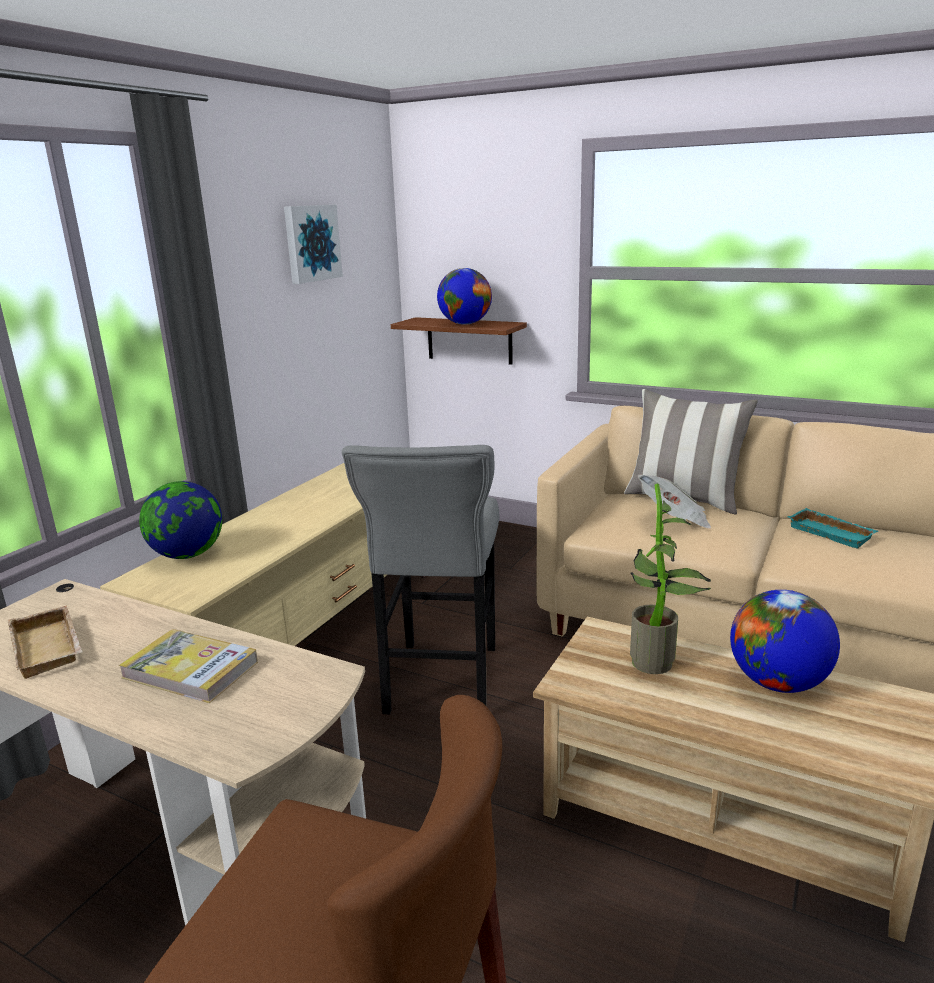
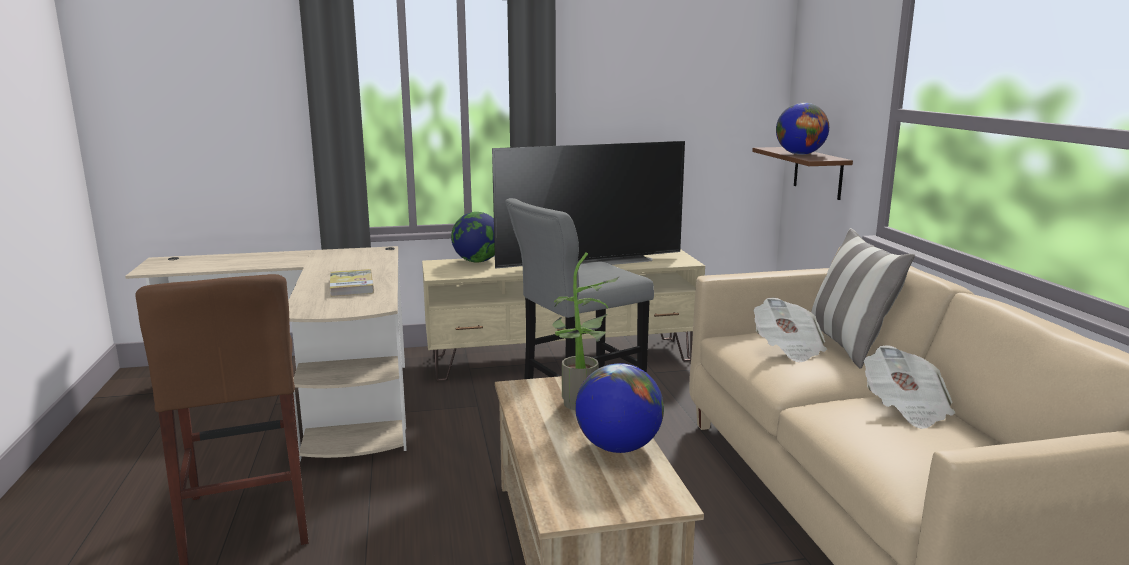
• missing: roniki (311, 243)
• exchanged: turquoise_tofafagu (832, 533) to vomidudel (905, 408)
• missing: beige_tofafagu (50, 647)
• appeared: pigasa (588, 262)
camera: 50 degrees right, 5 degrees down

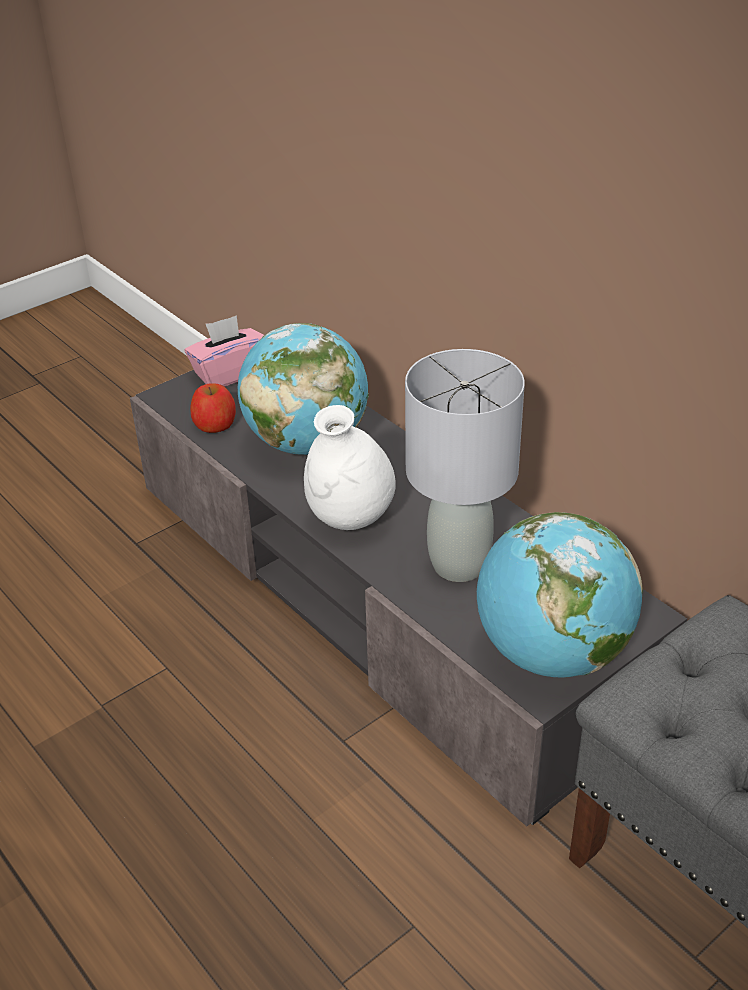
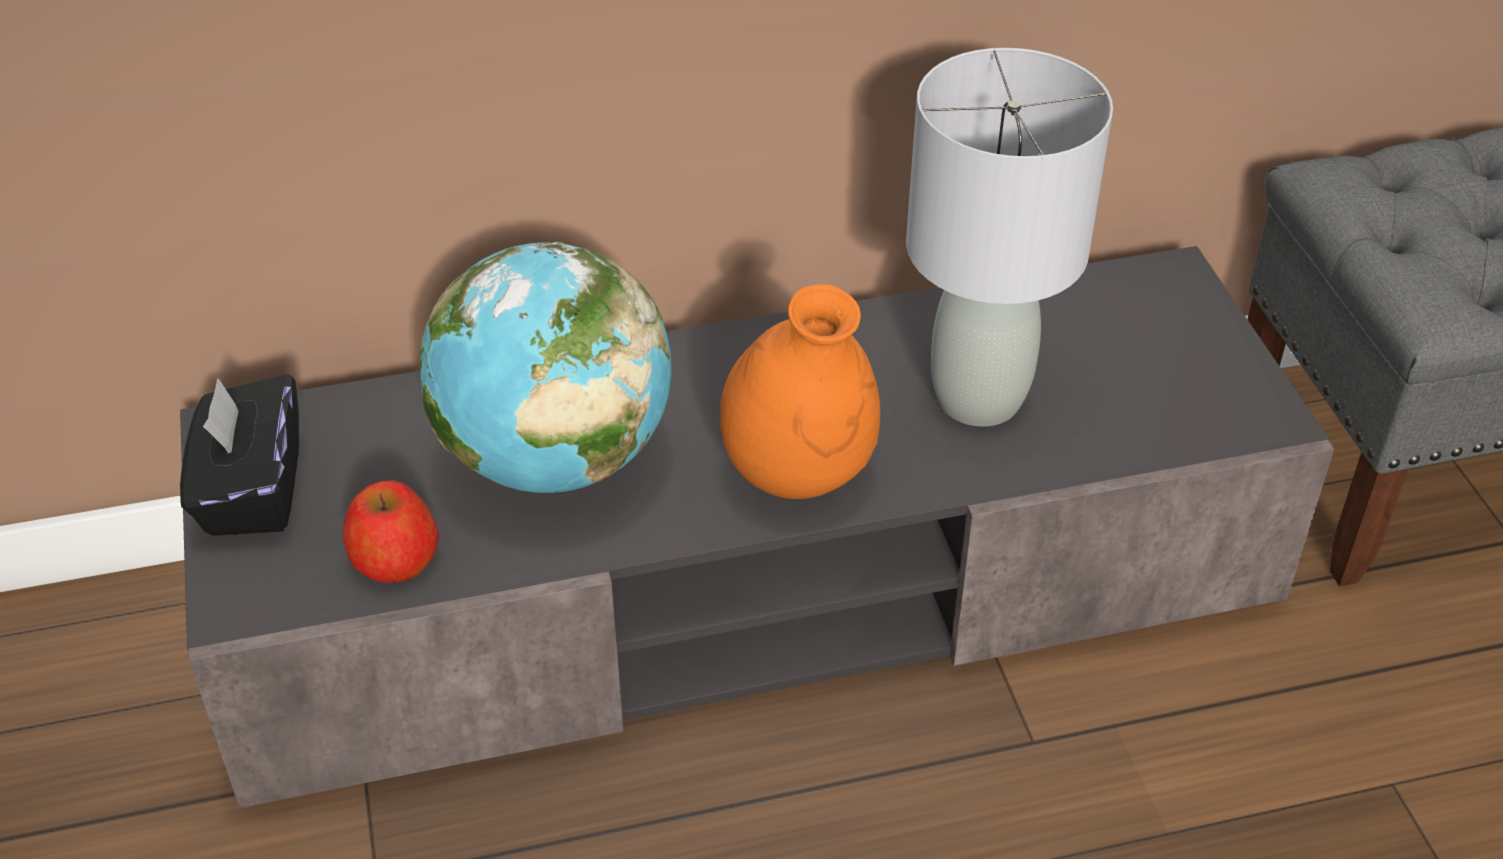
• colour: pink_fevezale (230, 373) to black_fevezale (252, 490)
• colour: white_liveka (350, 519) to orange_liveka (798, 475)
• missing: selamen (551, 653)
camera: 65 degrees left, 5 degrees up

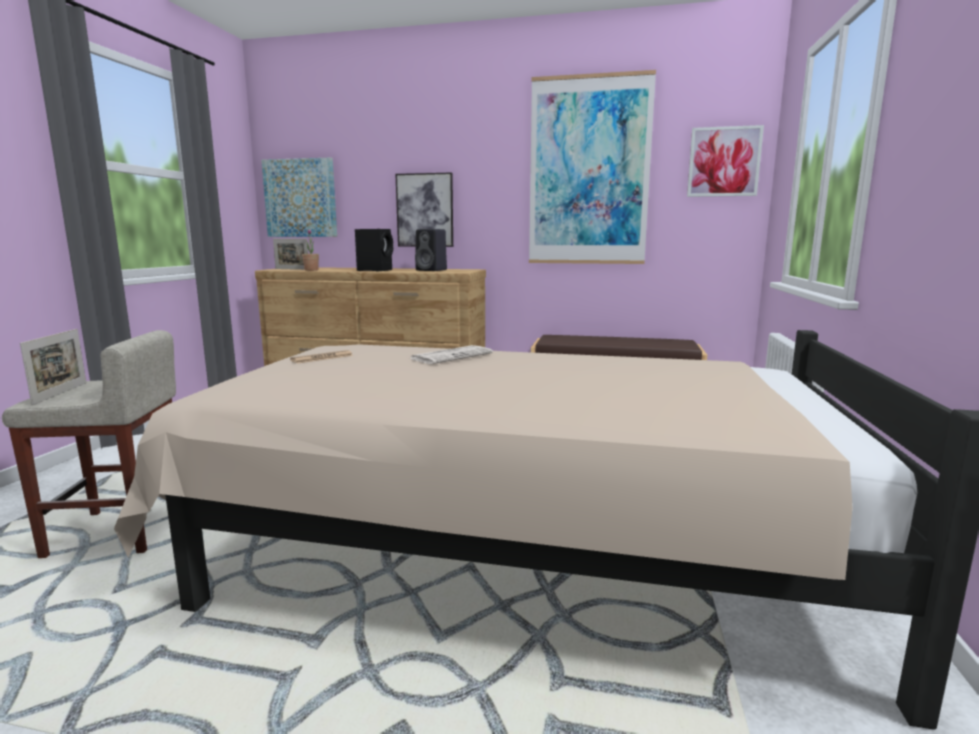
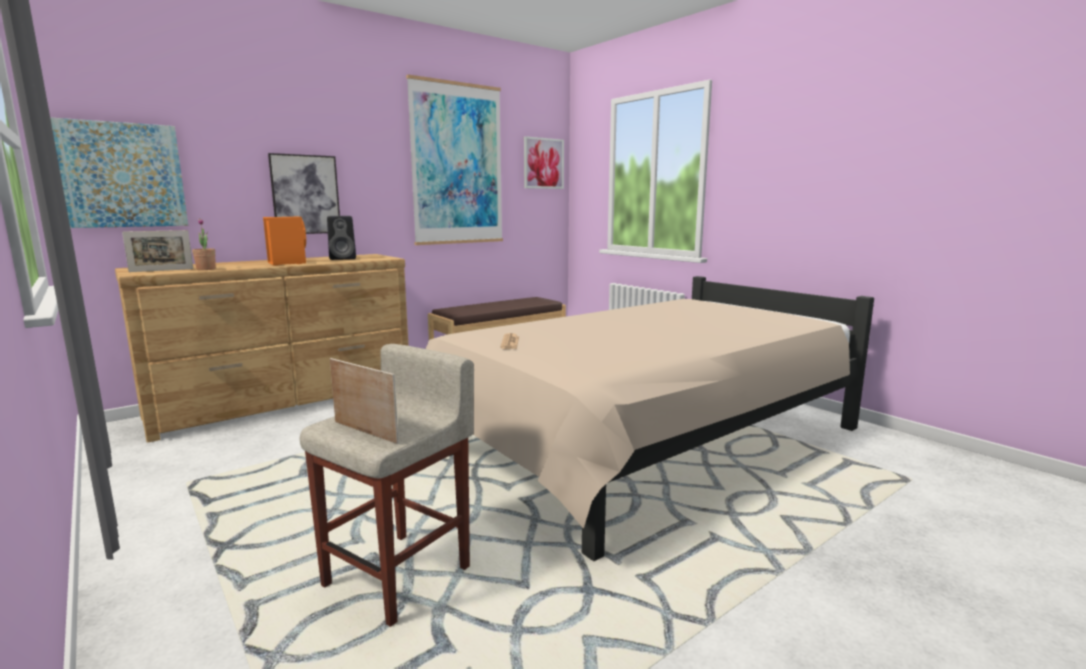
• colour: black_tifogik (375, 270) to orange_tifogik (287, 263)
• missing: vomidudel (452, 356)
camera: 50 degrees left, 0 degrees up

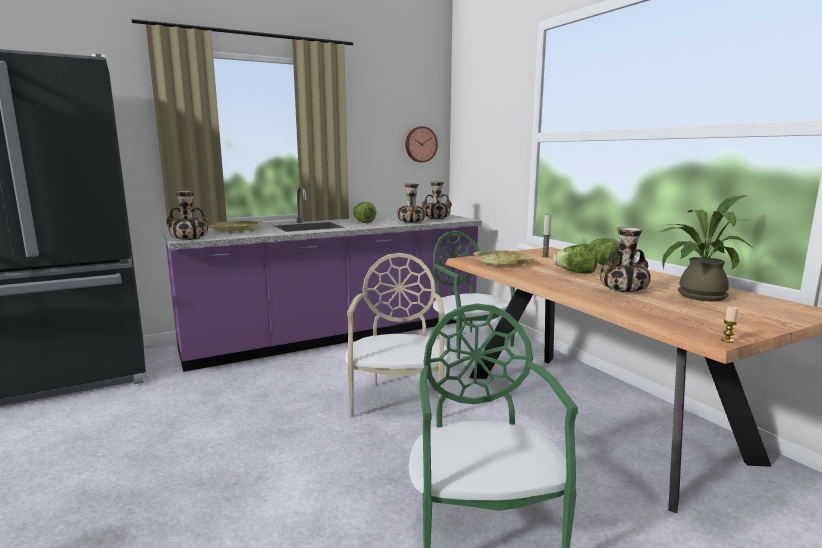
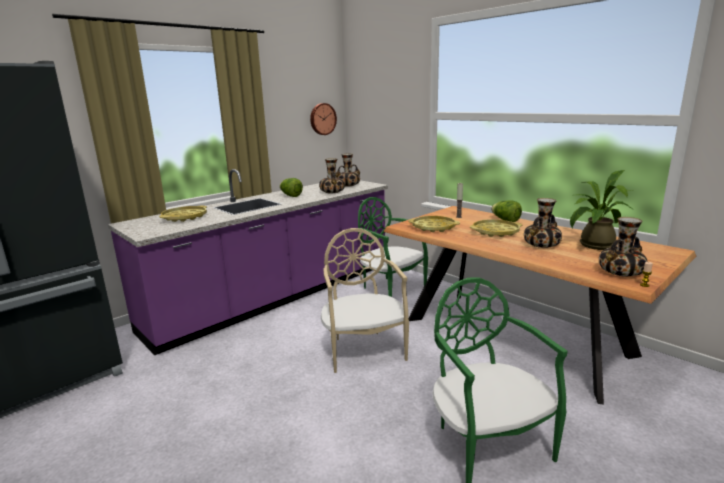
• relocated: liveka (190, 238) to (621, 272)
• exchanged: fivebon (576, 273) to yellow_tofafagu (495, 232)
camera: 15 degrees left, 5 degrees up

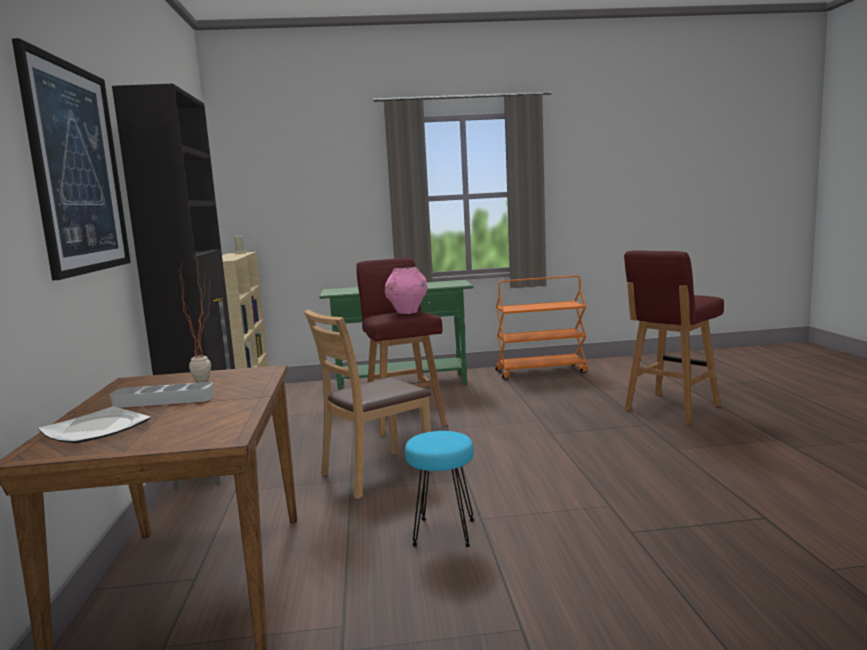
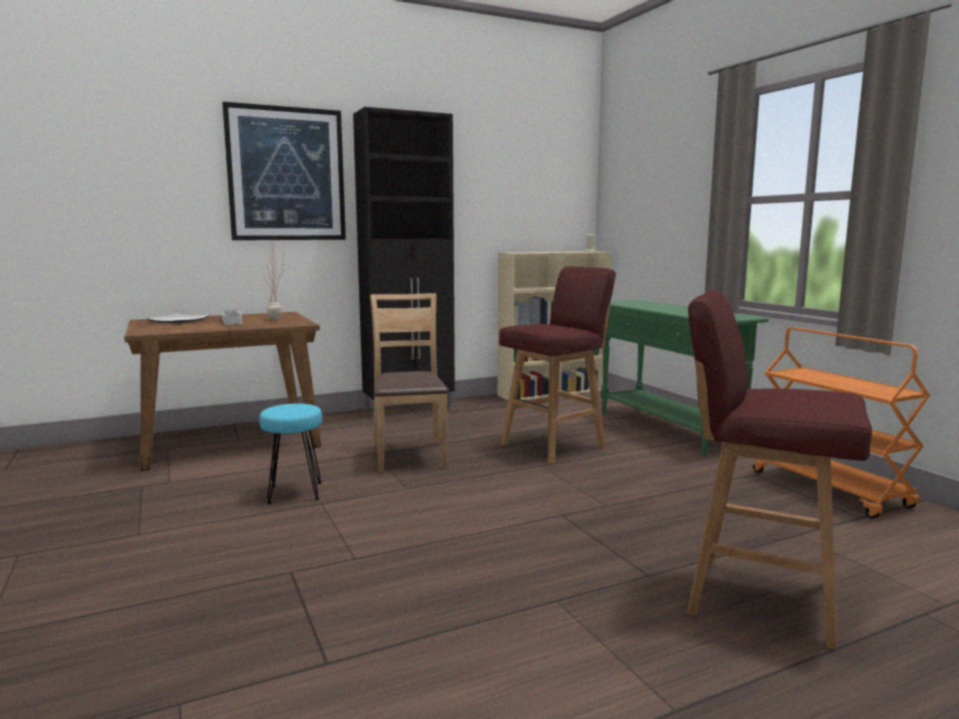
• missing: pink_liveka (407, 312)
• spun: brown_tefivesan (375, 473) = (409, 455) 45 degrees clockwise
camera: 70 degrees right, 0 degrees up

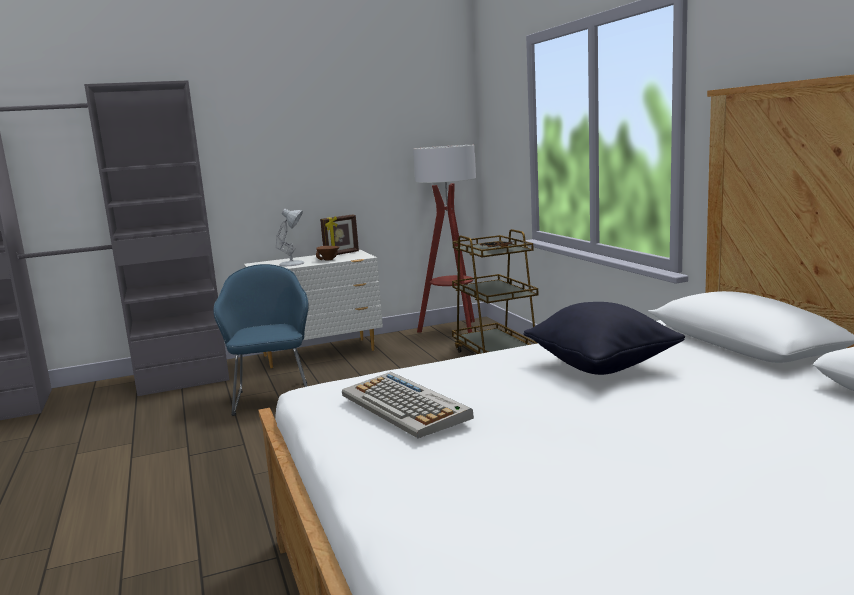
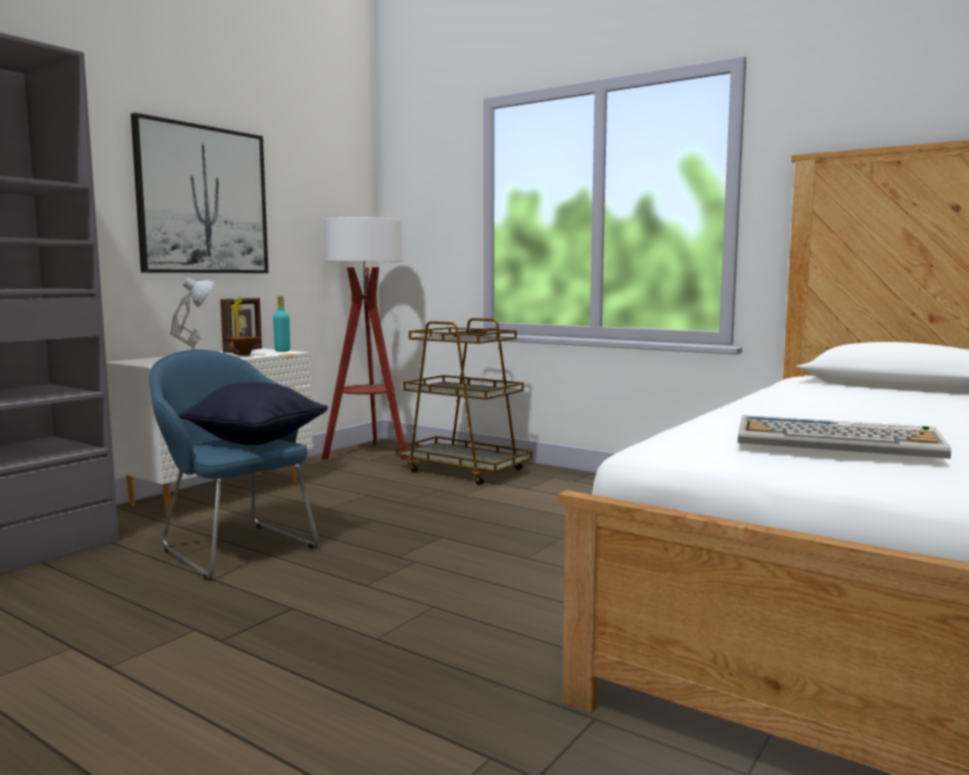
• relocated: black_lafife (601, 366) to (256, 441)
• appeared: roniki (203, 200)
• appeared: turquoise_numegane (282, 351)
camera: 35 degrees left, 5 degrees down

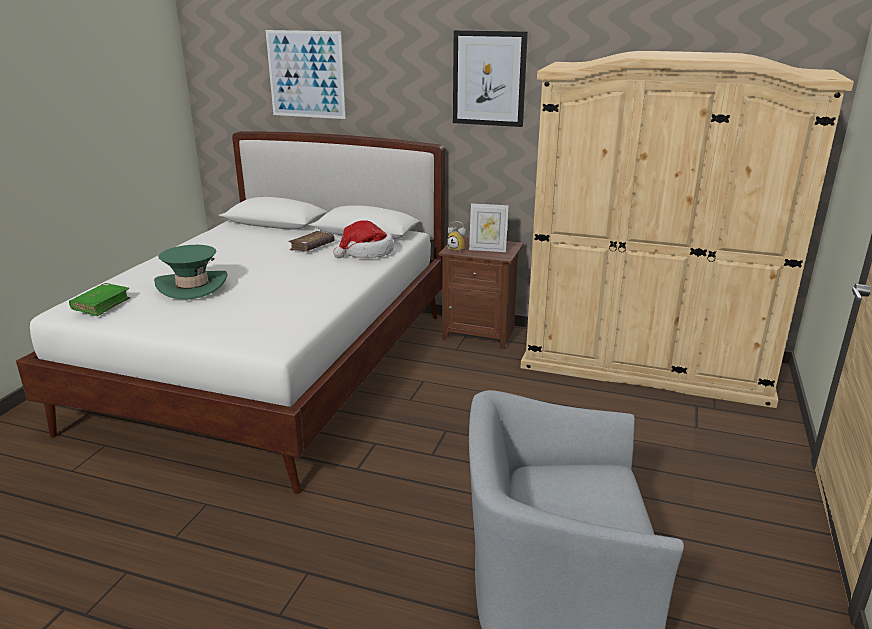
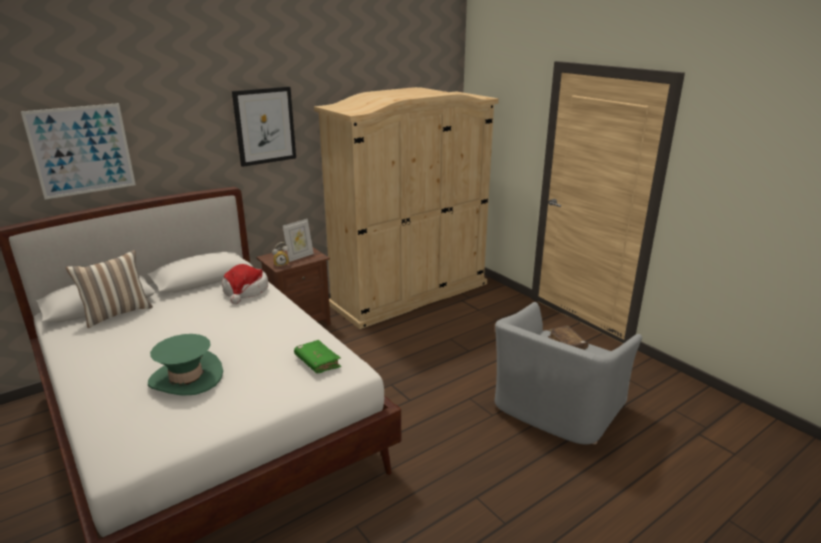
• relocated: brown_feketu (312, 247) to (567, 344)
• relocated: green_feketu (101, 305) to (317, 362)
• appeared: lafife (117, 313)
camera: 55 degrees left, 0 degrees up

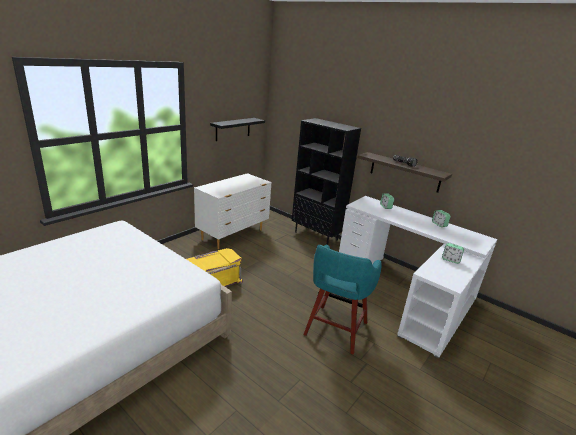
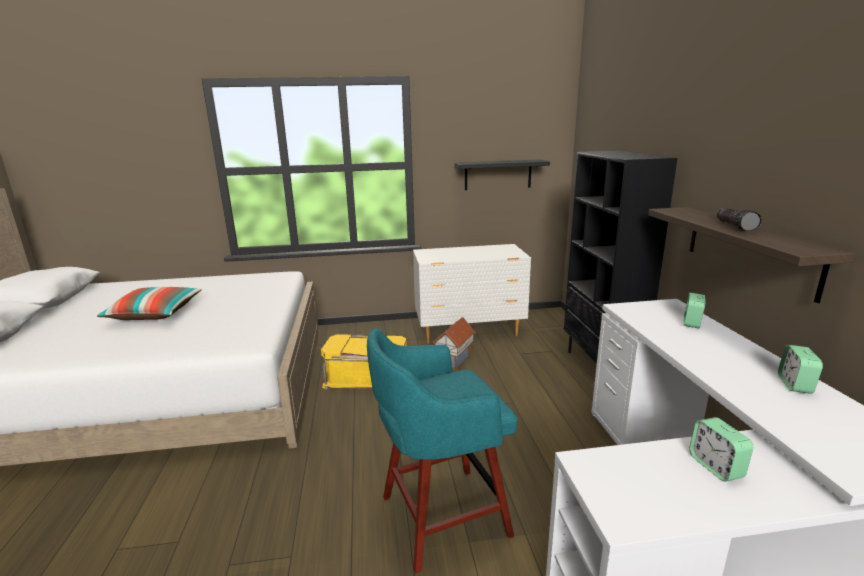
• appeared: lafife (155, 314)
• appeared: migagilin (455, 358)
camera: 45 degrees right, 5 degrees down

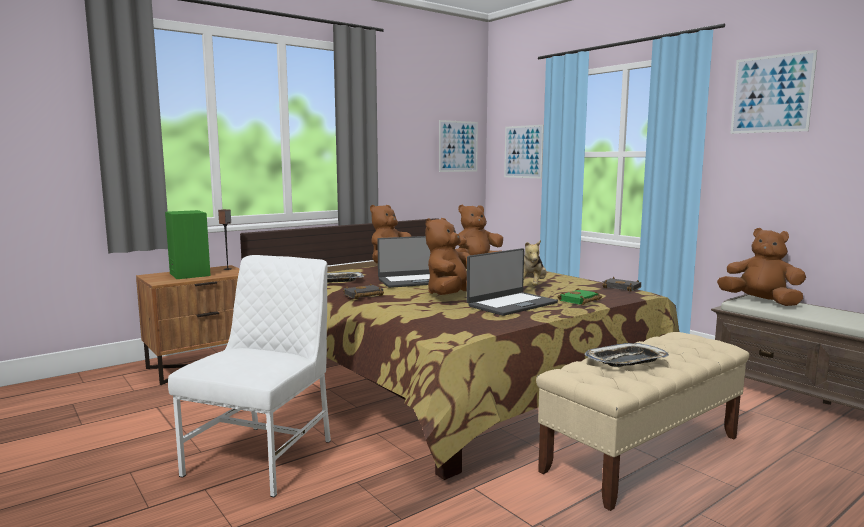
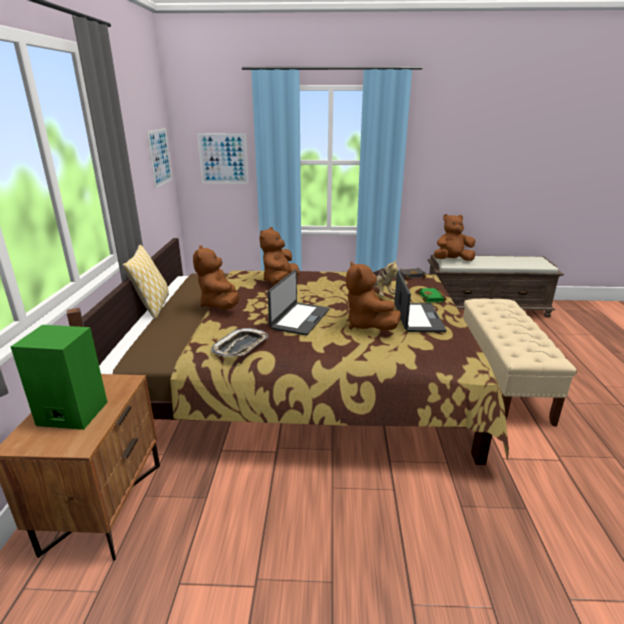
• missing: roniki (771, 94)
• missing: white_tefivesan (263, 457)
• missing: black_feketu (363, 295)
• missing: tofafagu (626, 361)
• appeared: lafife (153, 307)
camera: 50 degrees left, 15 degrees up

